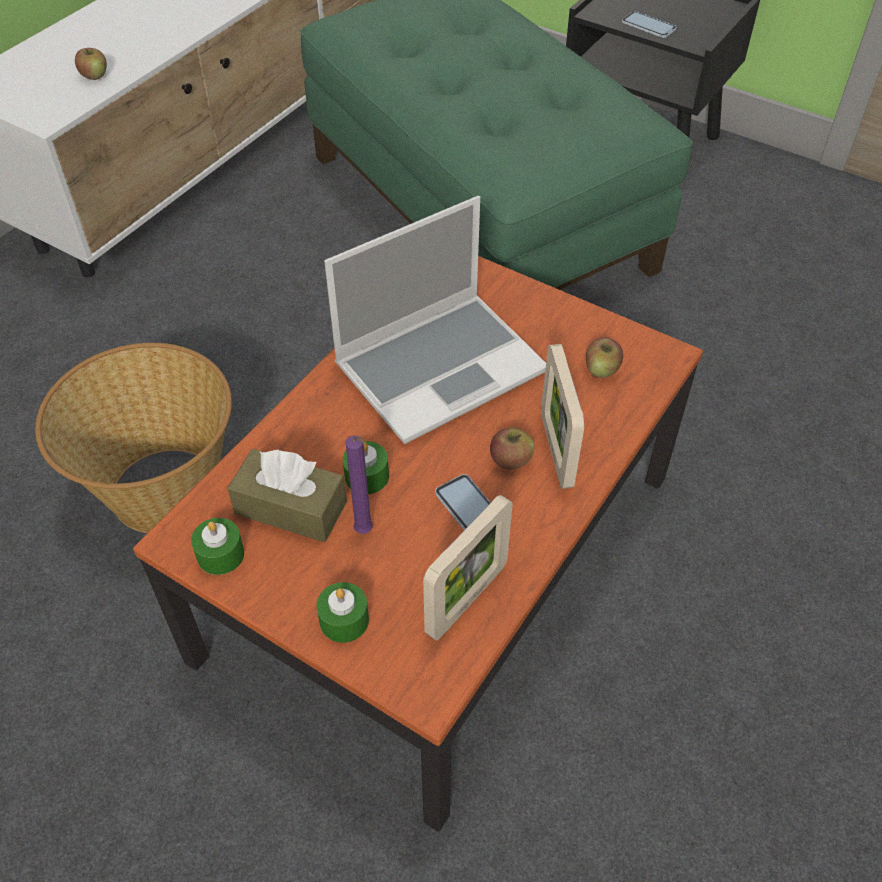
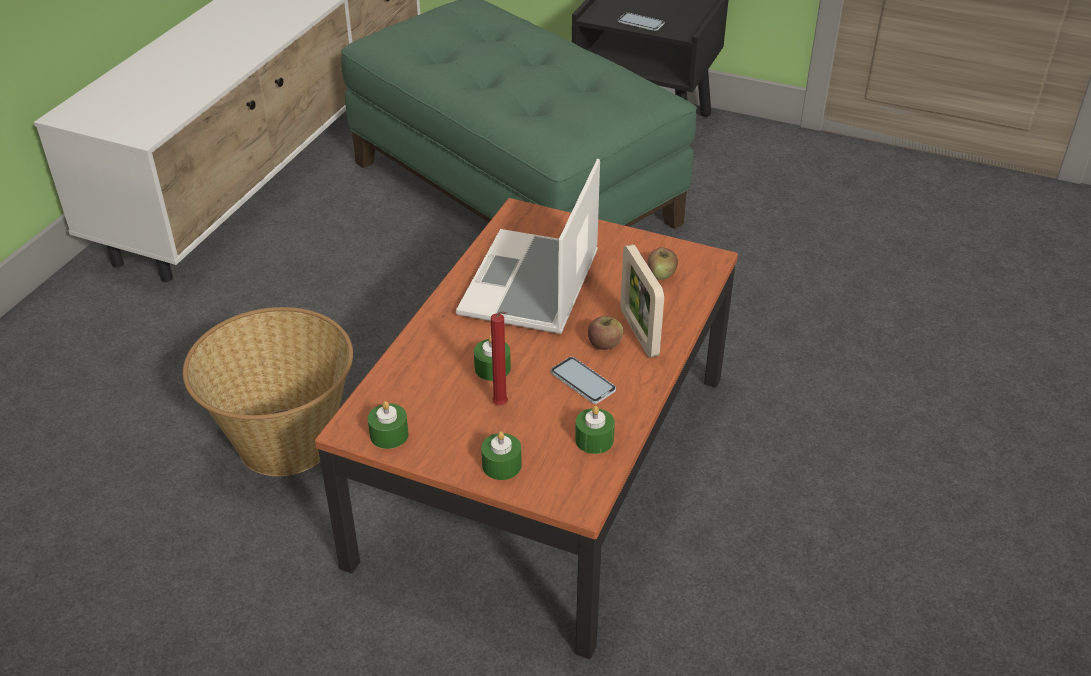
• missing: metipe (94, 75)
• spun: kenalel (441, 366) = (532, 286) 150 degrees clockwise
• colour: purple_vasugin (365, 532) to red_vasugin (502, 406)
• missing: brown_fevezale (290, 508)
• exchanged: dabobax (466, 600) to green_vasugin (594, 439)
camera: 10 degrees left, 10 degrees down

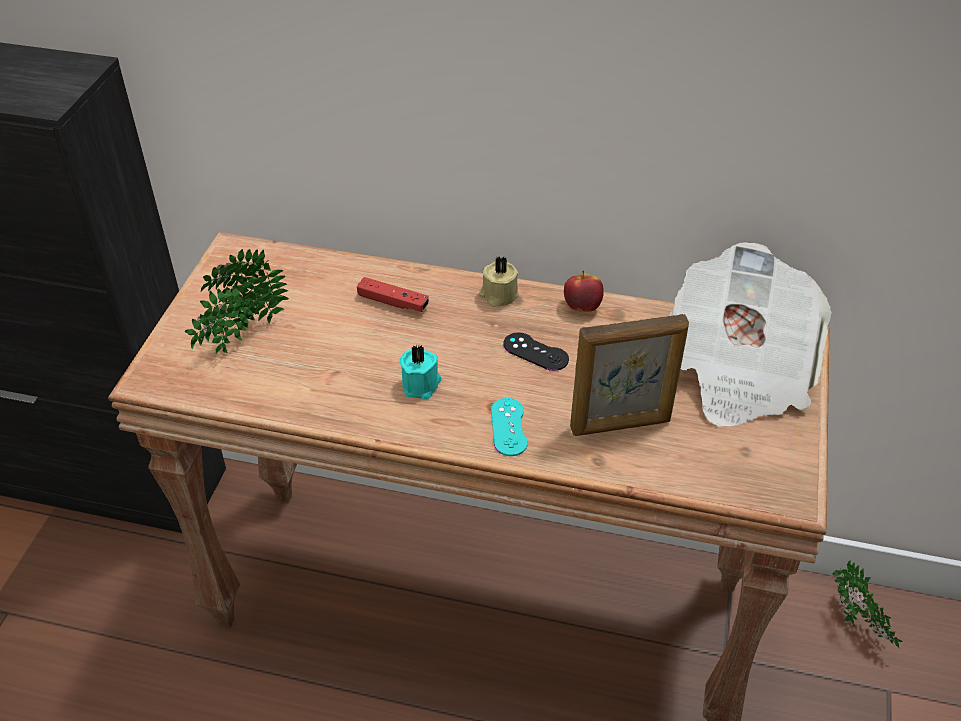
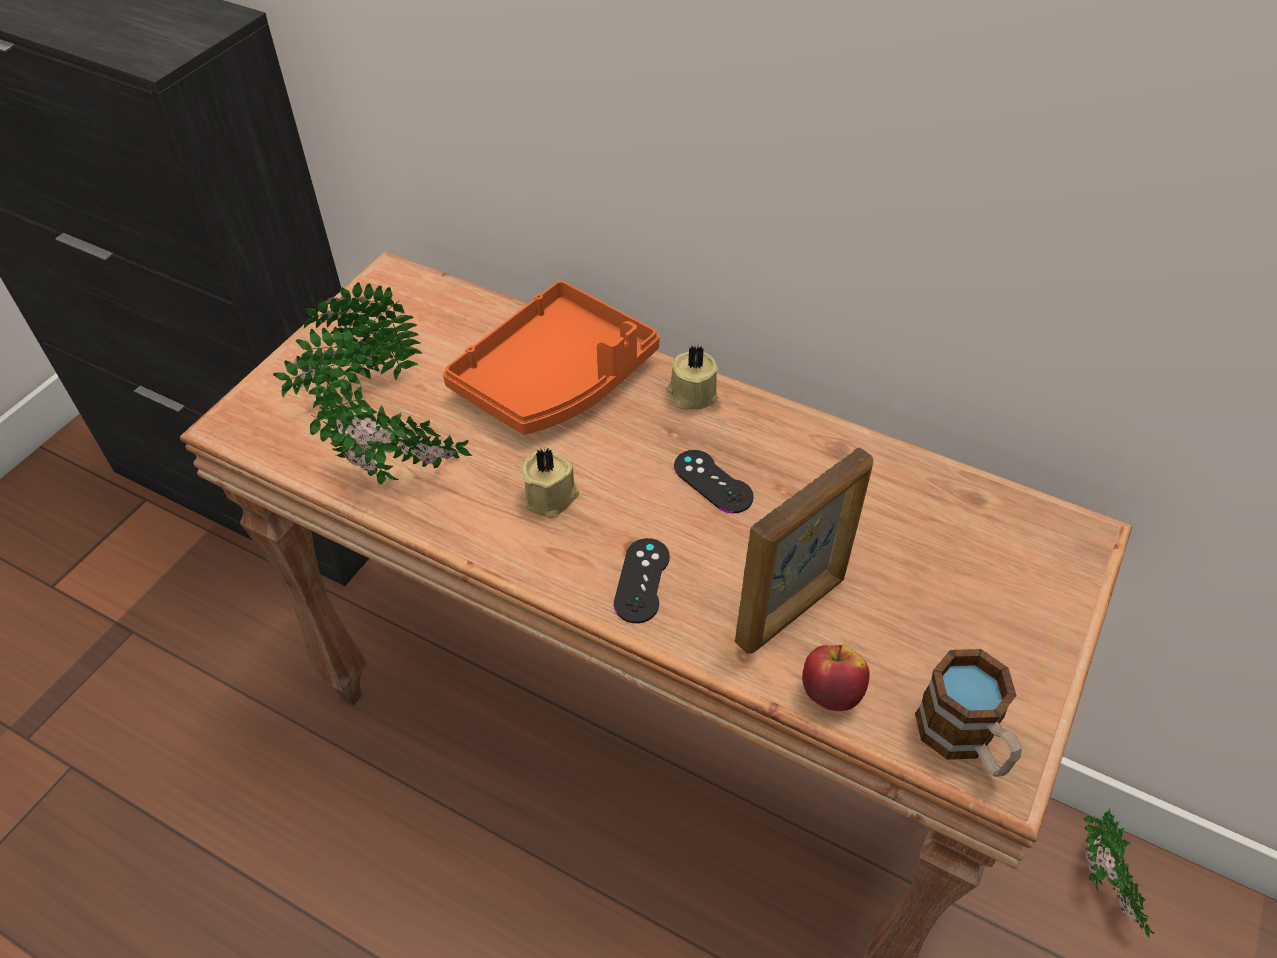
• missing: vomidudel (739, 369)
• relocated: metipe (582, 307) to (831, 692)
• exchanged: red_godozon (393, 302) to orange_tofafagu (556, 379)
• spun: dabobax (621, 425) = (792, 610) 45 degrees counterclockwise
• colour: turquoise_vasugin (422, 385) to beige_vasugin (552, 498)
• colour: turquoise_godozon (509, 427) to black_godozon (642, 580)
• appeared: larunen (399, 479)
• appeared: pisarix (964, 740)
camera: 15 degrees right, 5 degrees up

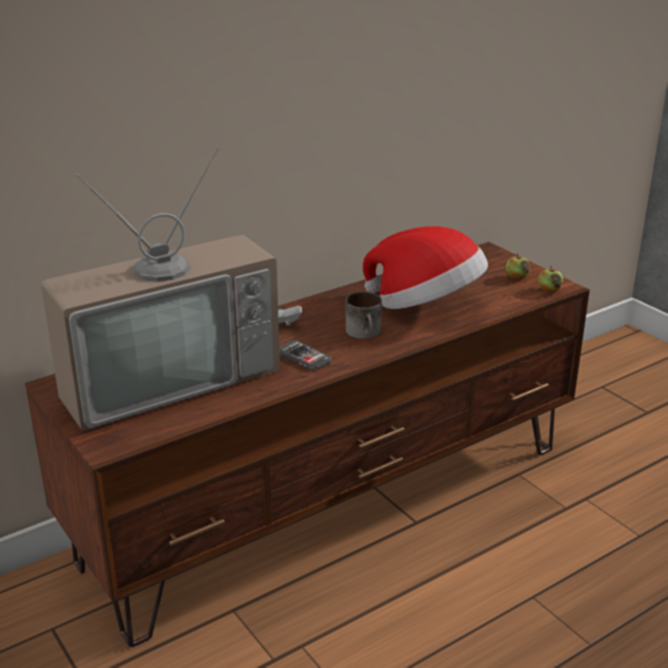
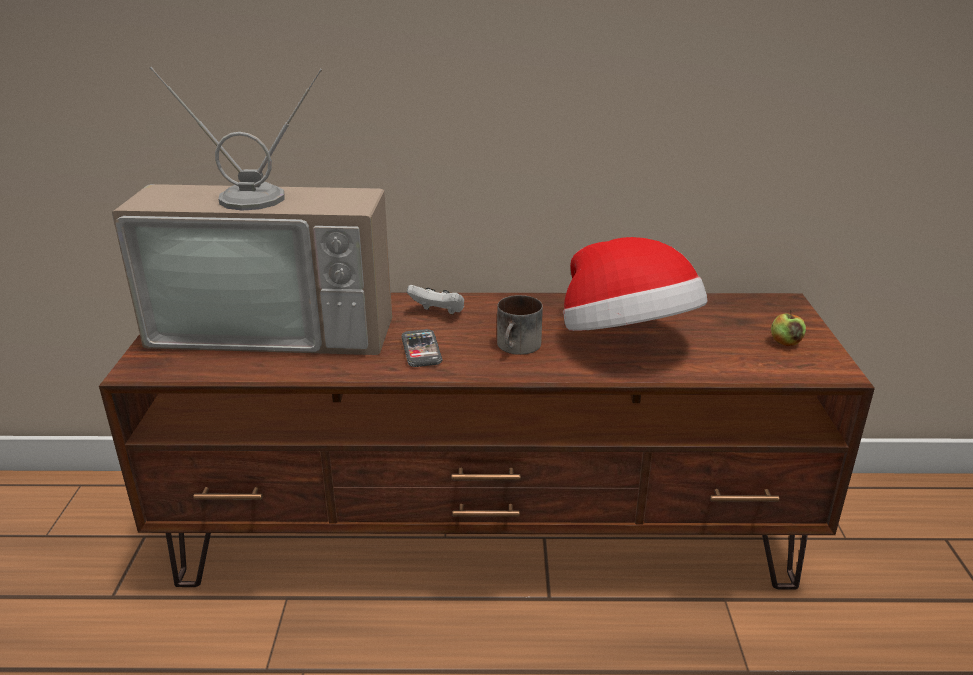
• missing: metipe (549, 290)
camera: 35 degrees right, 0 degrees up

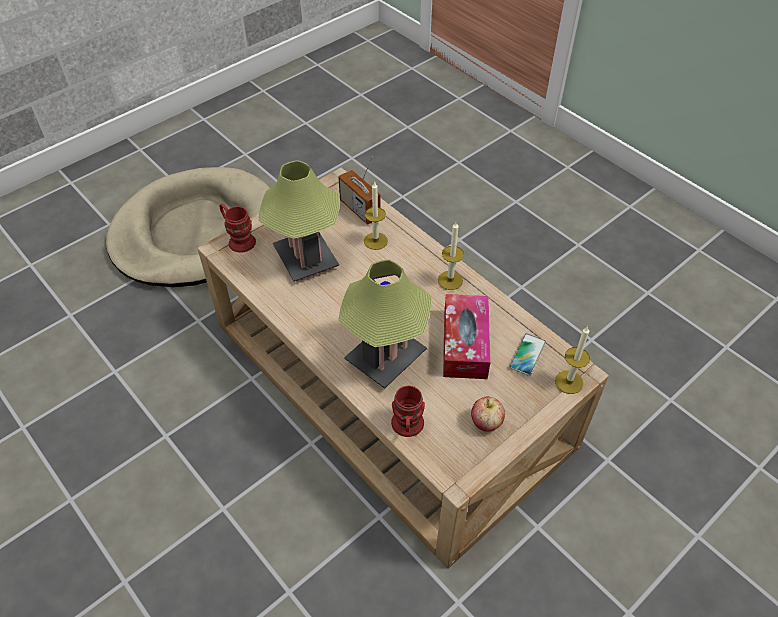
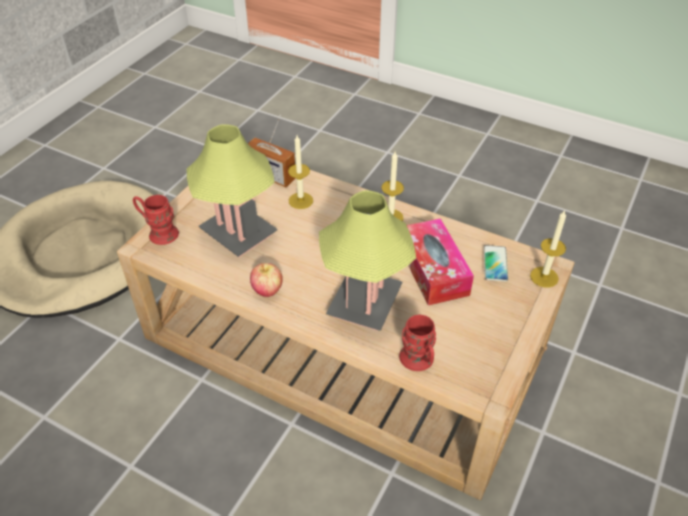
• relocated: metipe (486, 422) to (267, 290)
camera: 20 degrees left, 5 degrees down

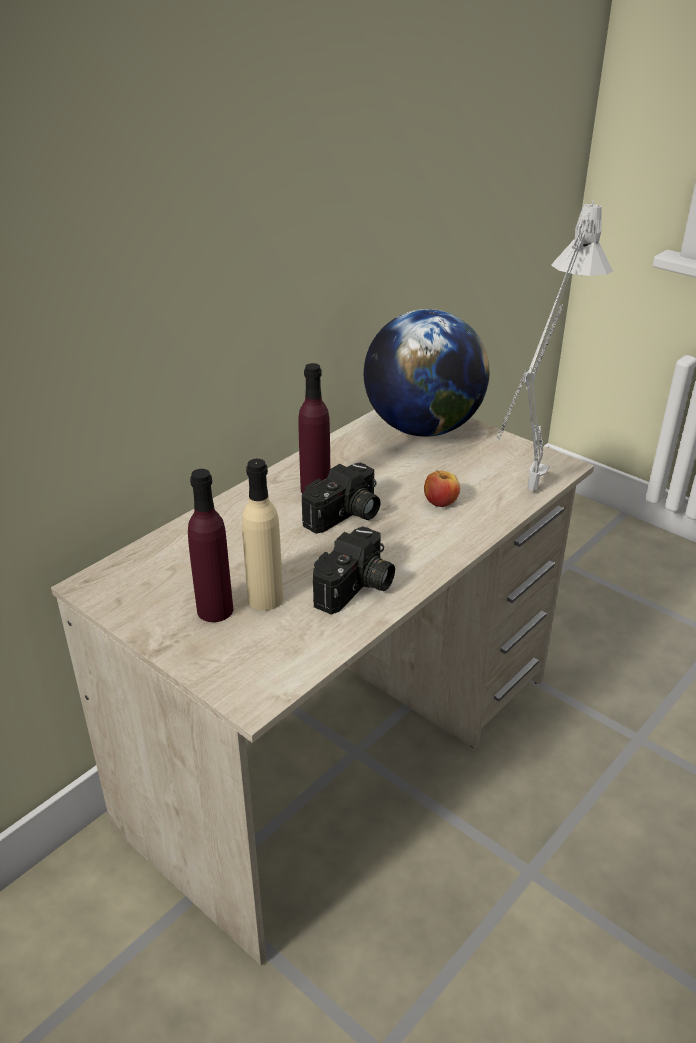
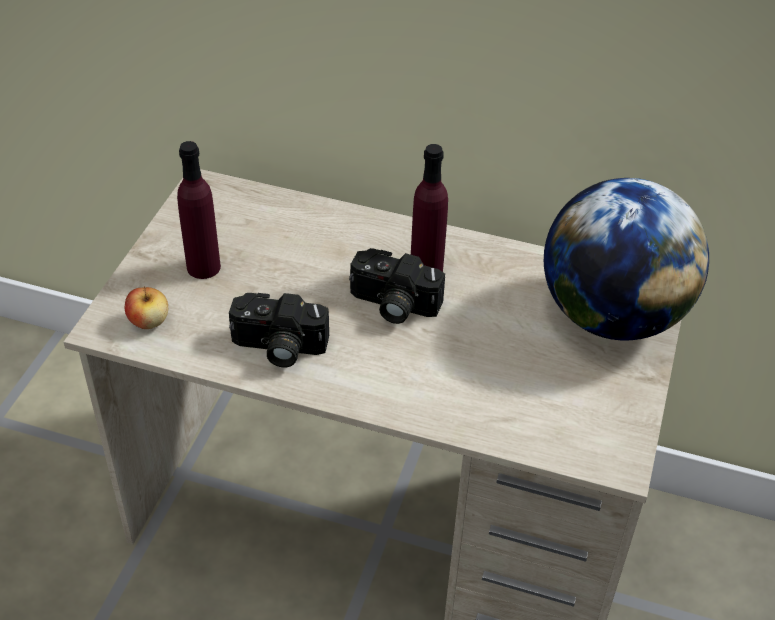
• missing: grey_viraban (527, 499)
• missing: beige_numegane (265, 598)
• relocated: metipe (440, 502) to (149, 321)
camera: 65 degrees right, 10 degrees up

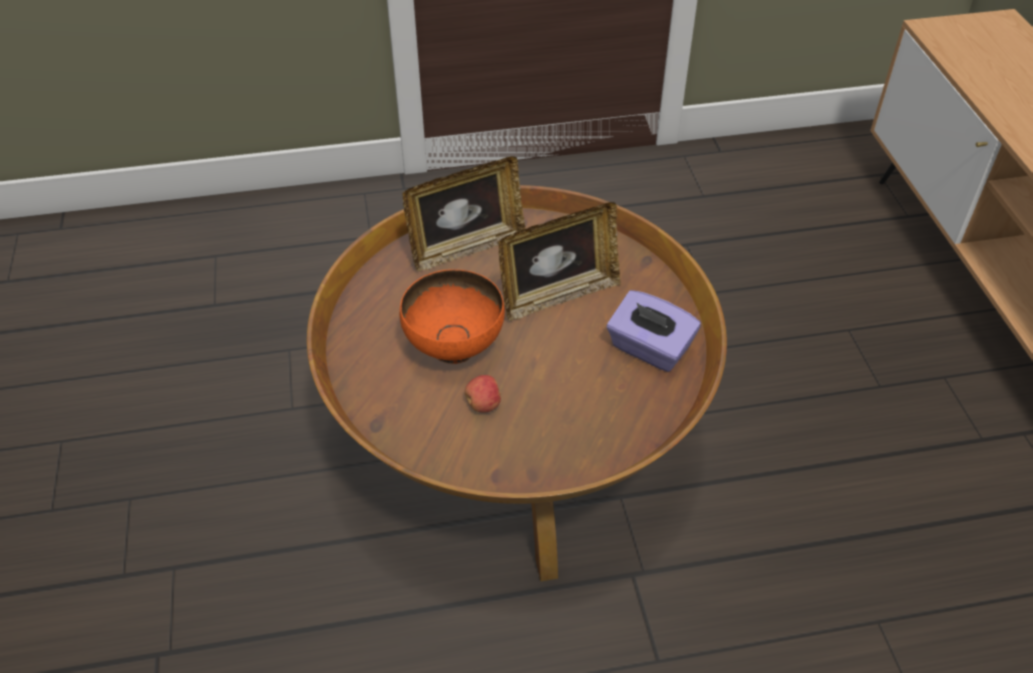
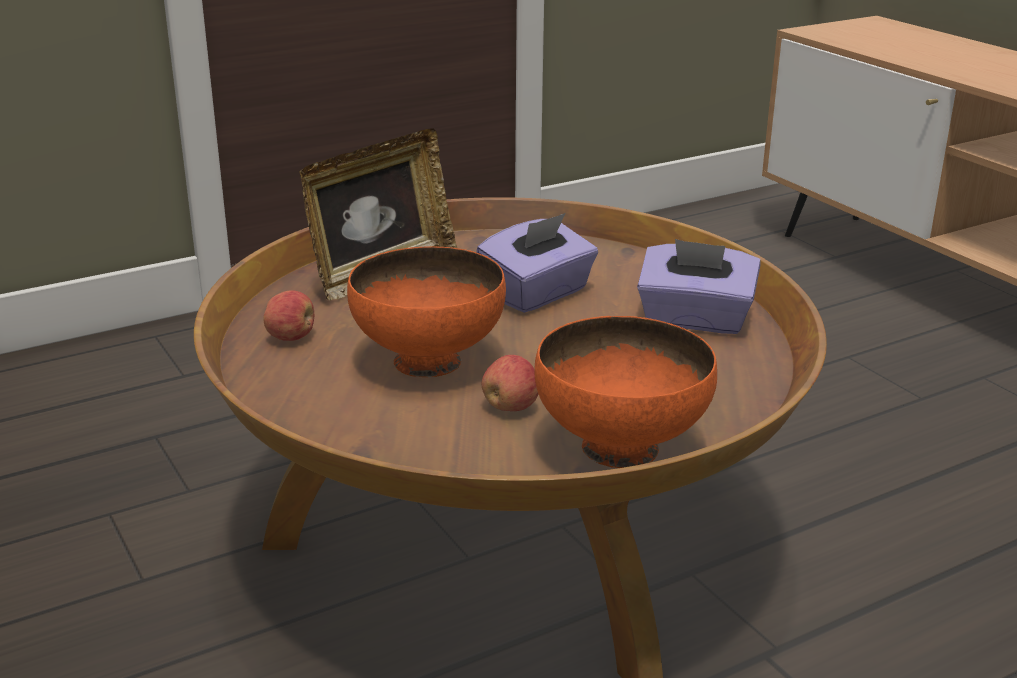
• exchanged: dabobax (558, 295) to purple_fevezale (538, 294)
• appeared: metipe (291, 337)
• appeared: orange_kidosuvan (619, 449)
camera: 20 degrees left, 20 degrees down

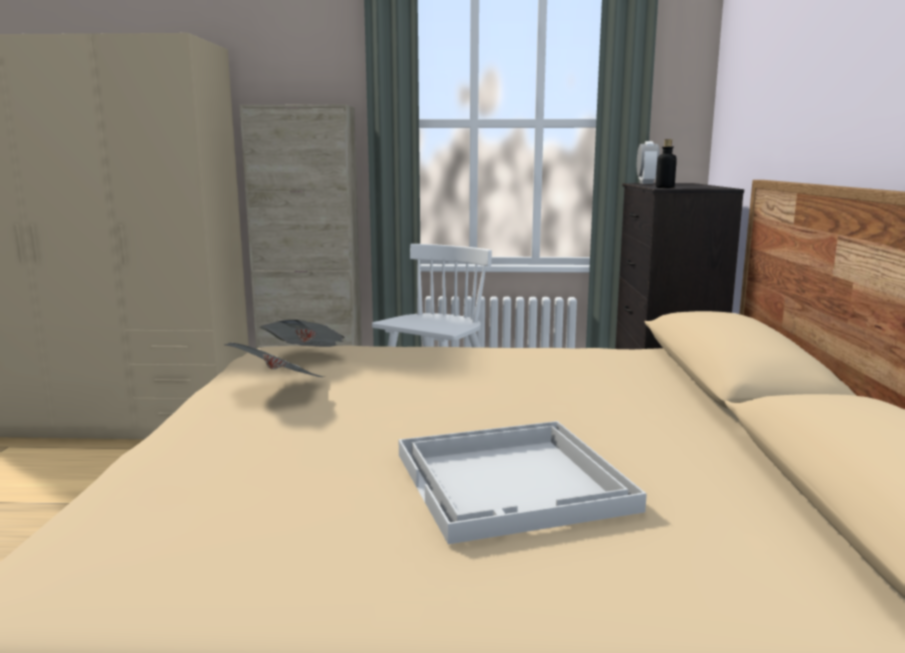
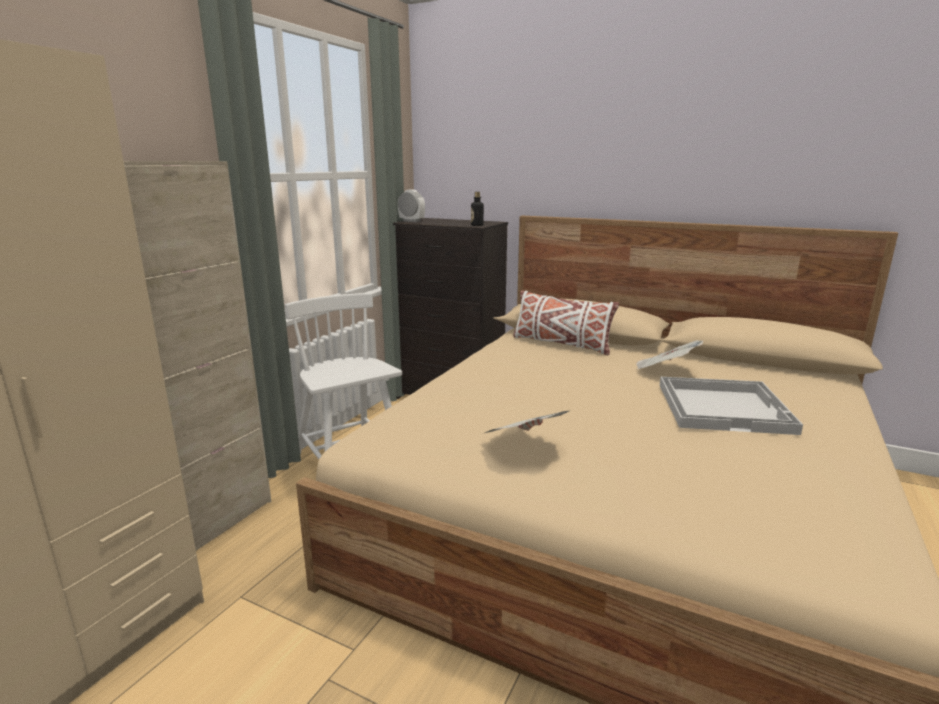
• relocated: vomidudel (307, 357) to (664, 371)
• appeared: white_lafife (561, 344)
camera: 65 degrees left, 5 degrees up

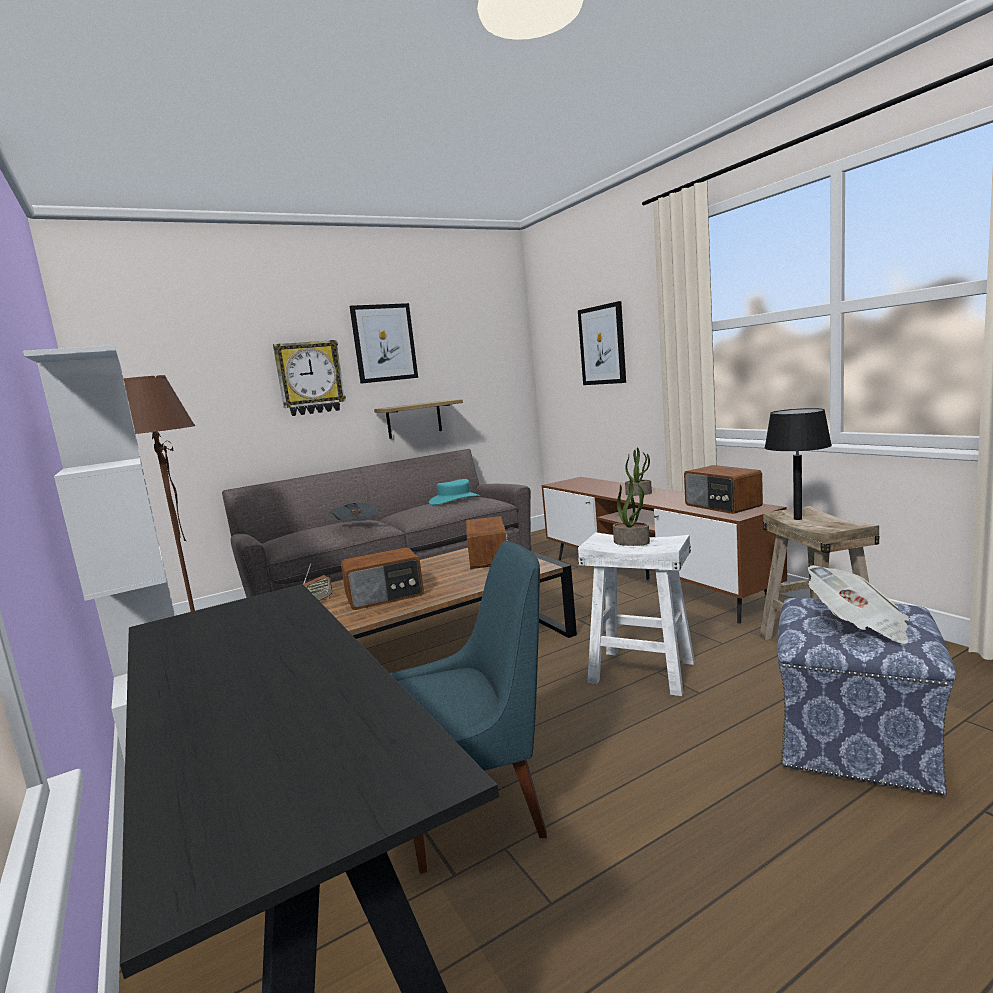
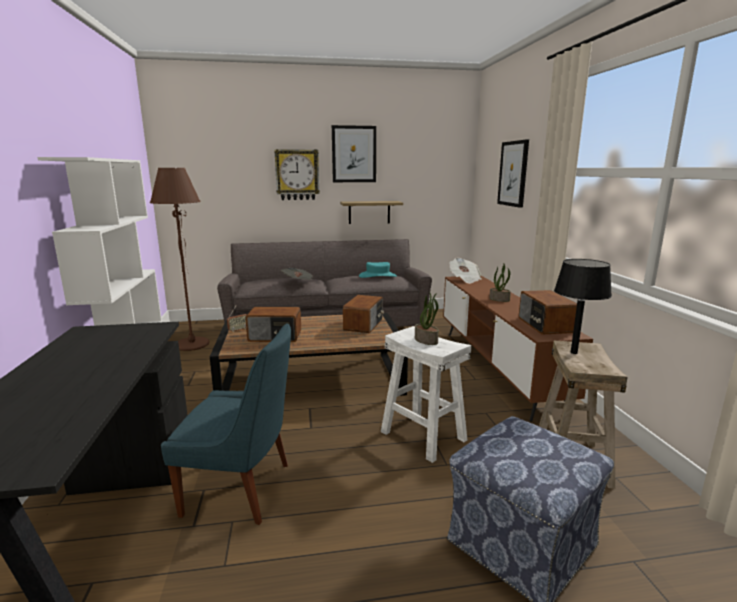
• relocated: vomidudel (859, 626) to (464, 279)
camera: 20 degrees right, 5 degrees up

